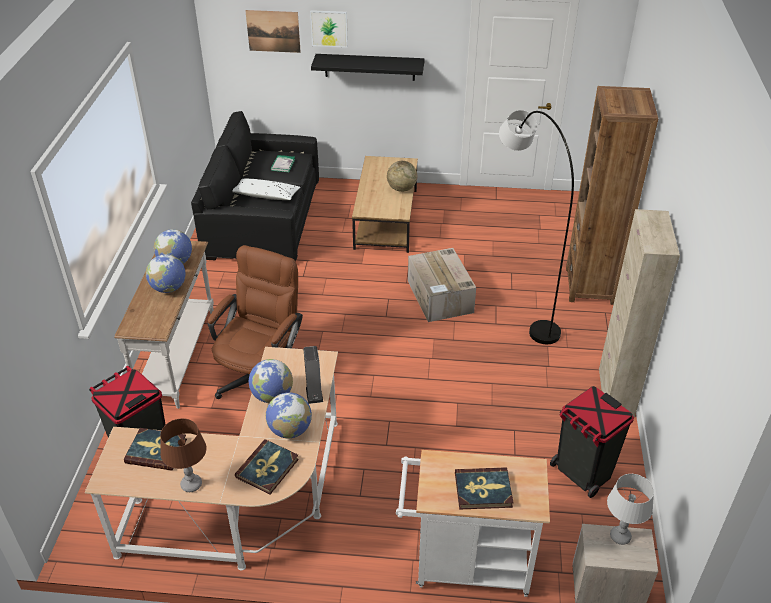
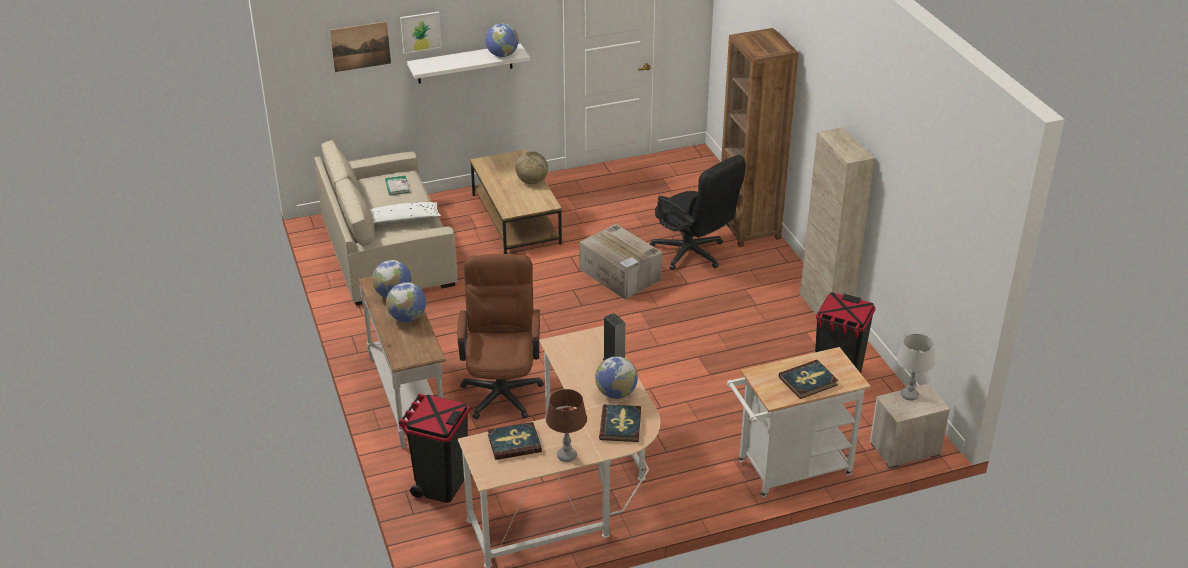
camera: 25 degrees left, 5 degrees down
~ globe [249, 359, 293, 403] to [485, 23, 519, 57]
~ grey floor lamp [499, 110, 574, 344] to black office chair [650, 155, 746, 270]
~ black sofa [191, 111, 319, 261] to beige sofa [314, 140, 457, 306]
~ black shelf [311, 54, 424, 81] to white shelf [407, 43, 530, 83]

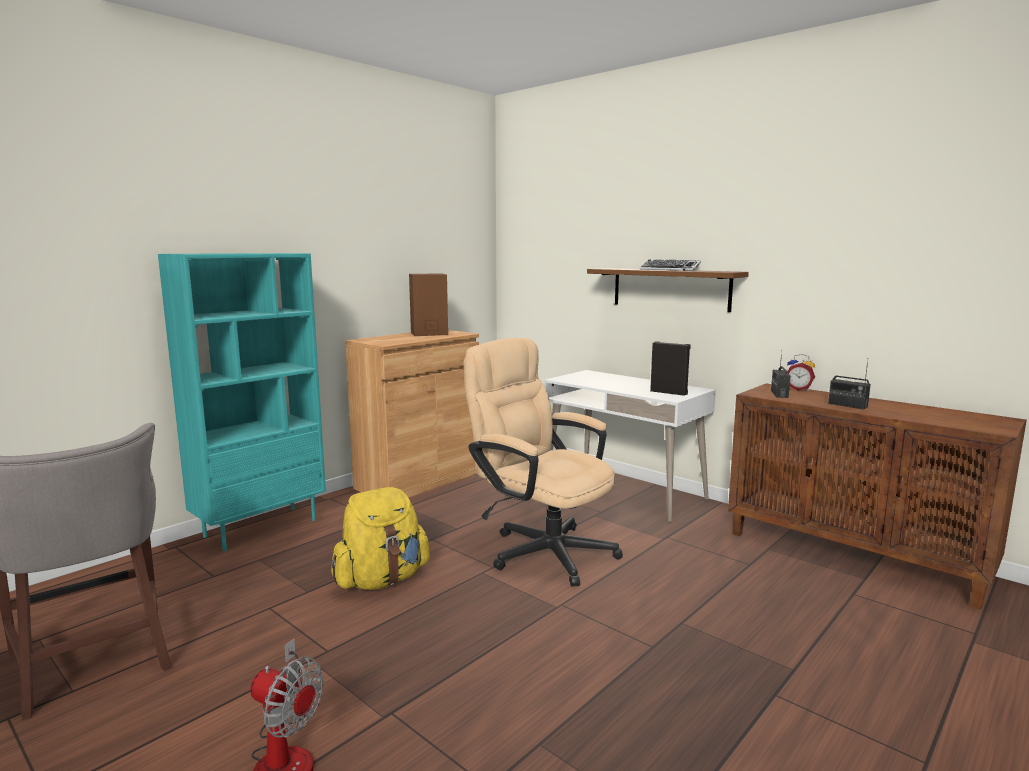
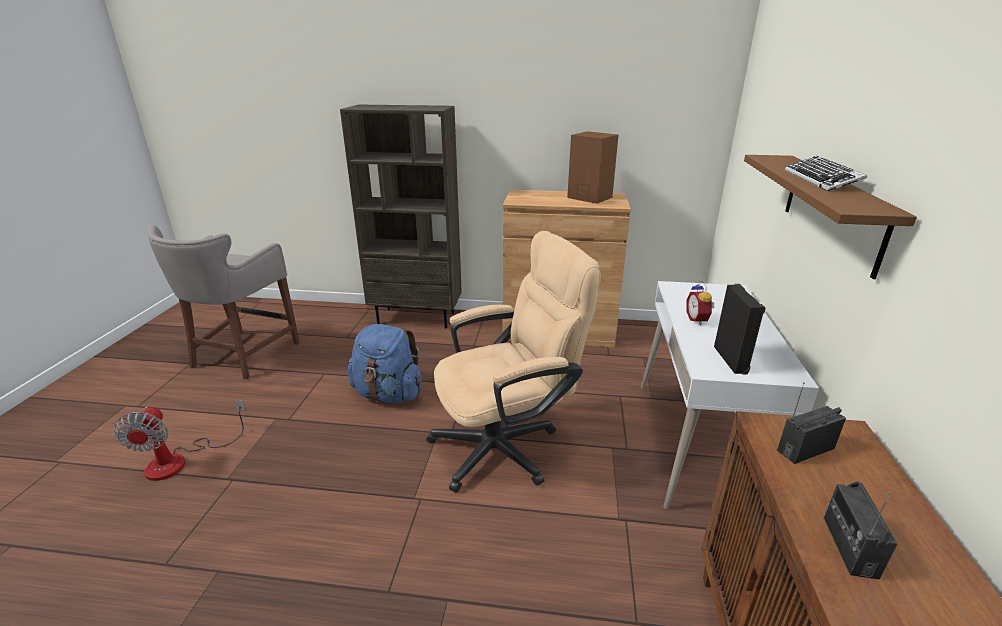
camera: 55 degrees right, 15 degrees up
~ alarm clock [787, 354, 815, 391] to [686, 281, 715, 325]
~ turquoise bookcase [158, 253, 326, 551] to brown bookcase [340, 105, 462, 329]
~ yellow backpack [331, 487, 430, 590] to blue backpack [348, 324, 422, 403]
~ beige office chair [464, 338, 623, 586] = [426, 231, 601, 492] 60 degrees clockwise

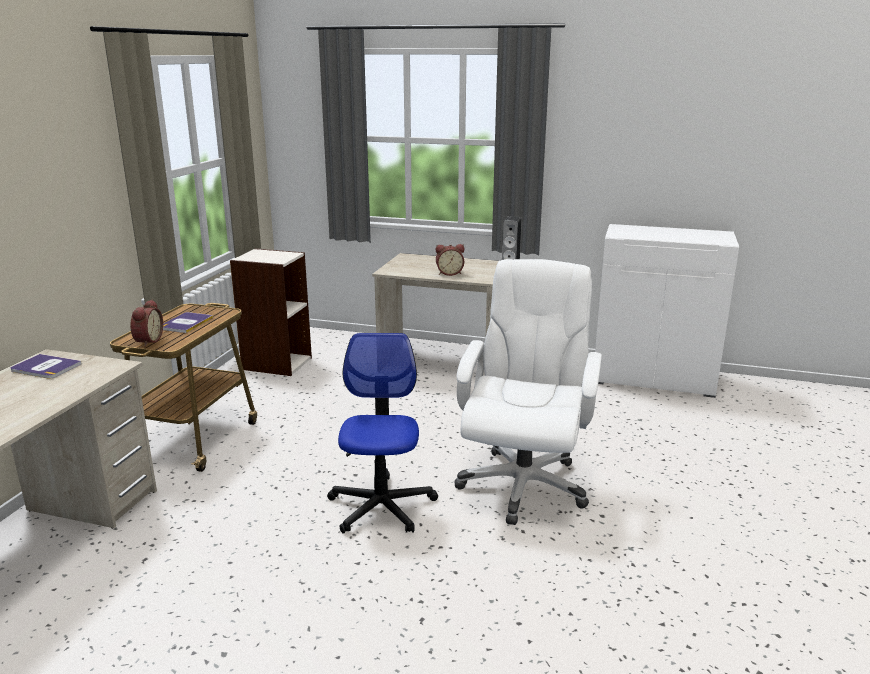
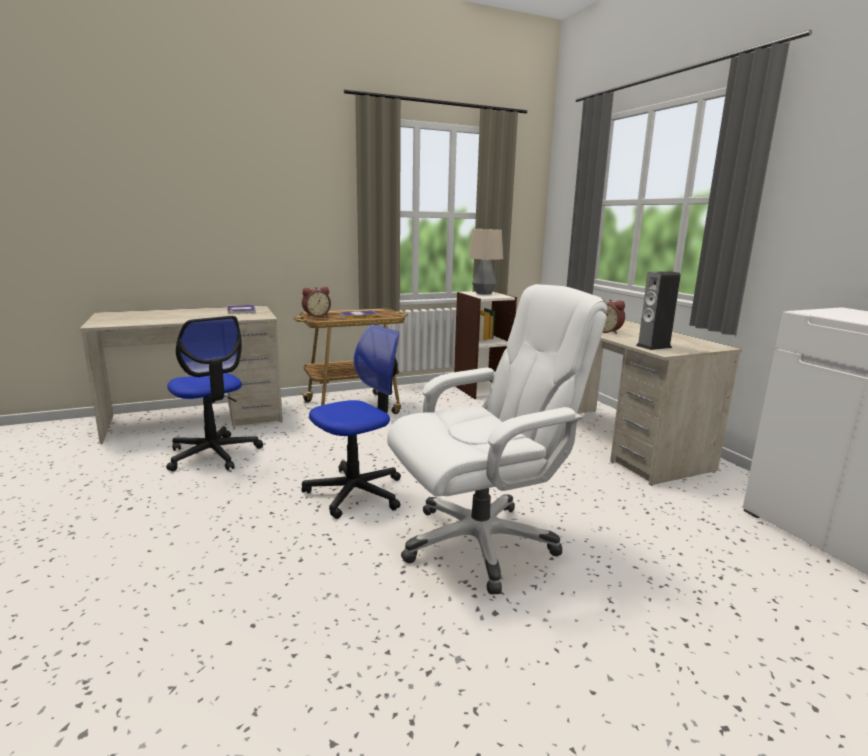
camera: 50 degrees right, 5 degrees down
+ office chair [166, 316, 263, 471]
+ table lamp [468, 229, 503, 295]

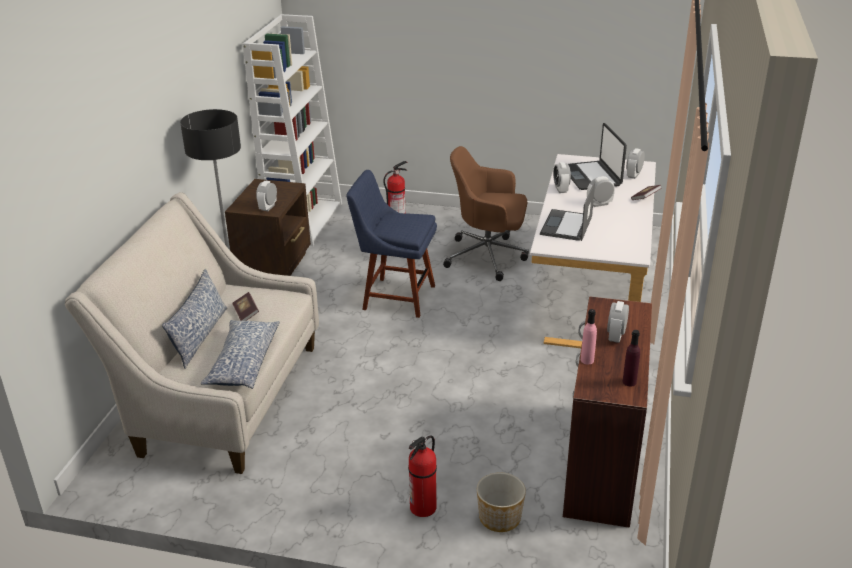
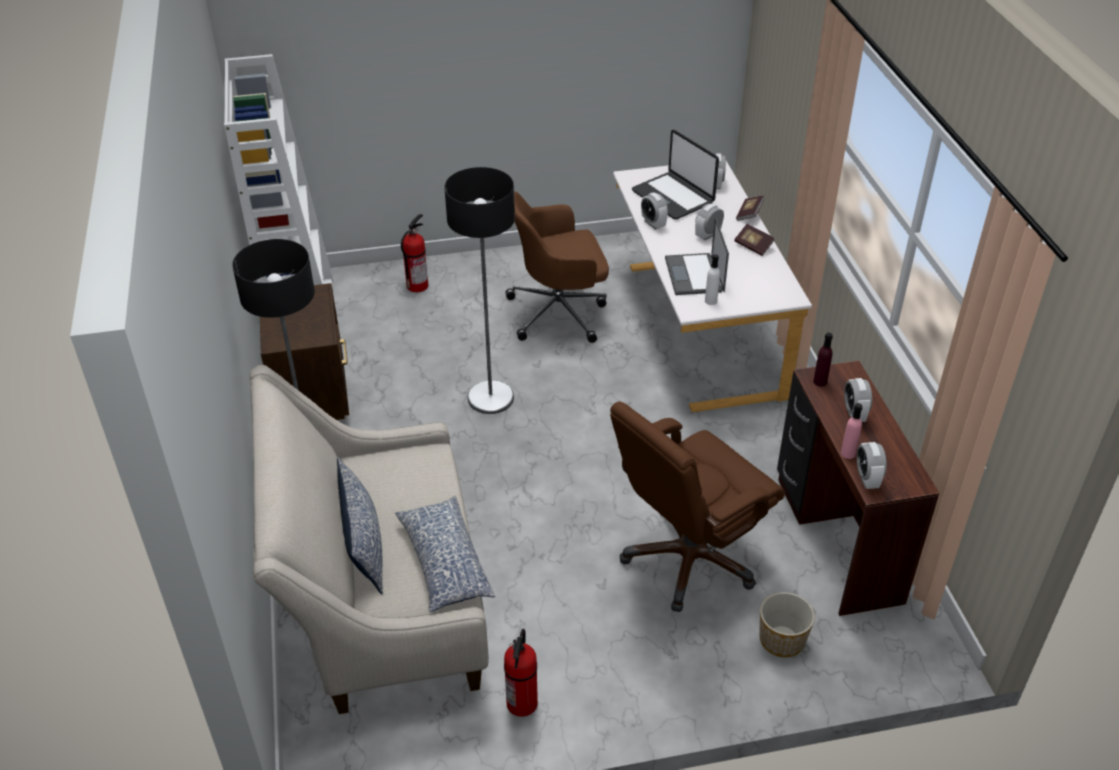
camera: 25 degrees left, 10 degrees up
+ brown office chair [610, 402, 785, 612]
+ white bottle [705, 254, 720, 305]
~ book [232, 292, 259, 321] to [734, 224, 774, 256]
~ alarm clock [256, 181, 277, 211] to [857, 442, 887, 489]
~ fire extinguisher [408, 435, 437, 517] to [504, 629, 538, 717]
~ purple bottle [622, 330, 640, 386] to [813, 333, 833, 387]
~ blue chair [346, 170, 437, 318] to floor lamp [445, 167, 515, 414]

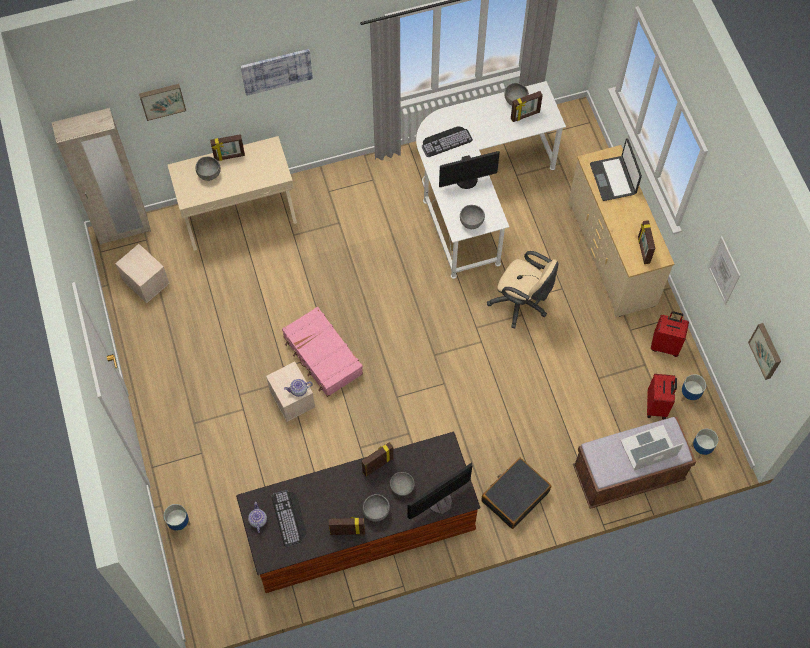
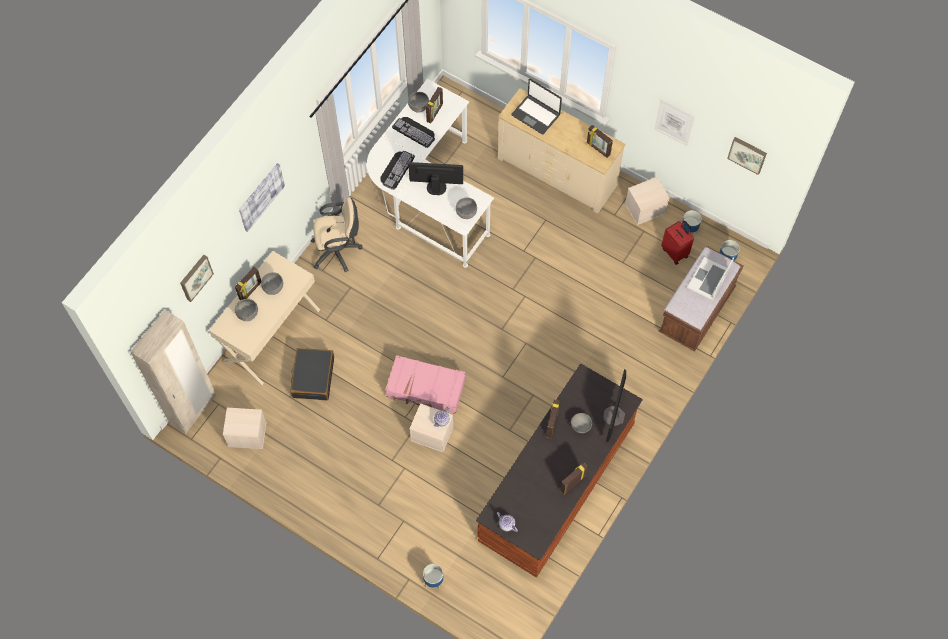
camera: 40 degrees left, 0 degrees up
~ keyboard [271, 490, 307, 547] to [392, 117, 435, 148]
~ grey bowl [363, 494, 390, 522] to [261, 272, 283, 295]
~ black suitcase [481, 458, 551, 529] to [290, 348, 334, 400]
~ beige office chair [487, 251, 558, 328] to [311, 198, 363, 272]
~ red suitcase [651, 311, 689, 357] to beige storage box [625, 177, 670, 225]
~ monitor [439, 151, 500, 189] = [408, 162, 463, 195] 120 degrees counterclockwise

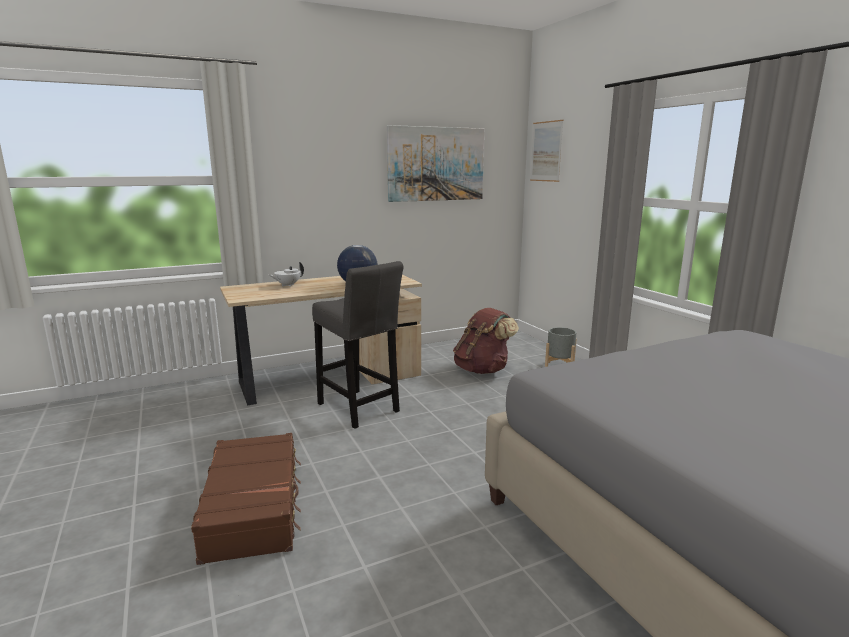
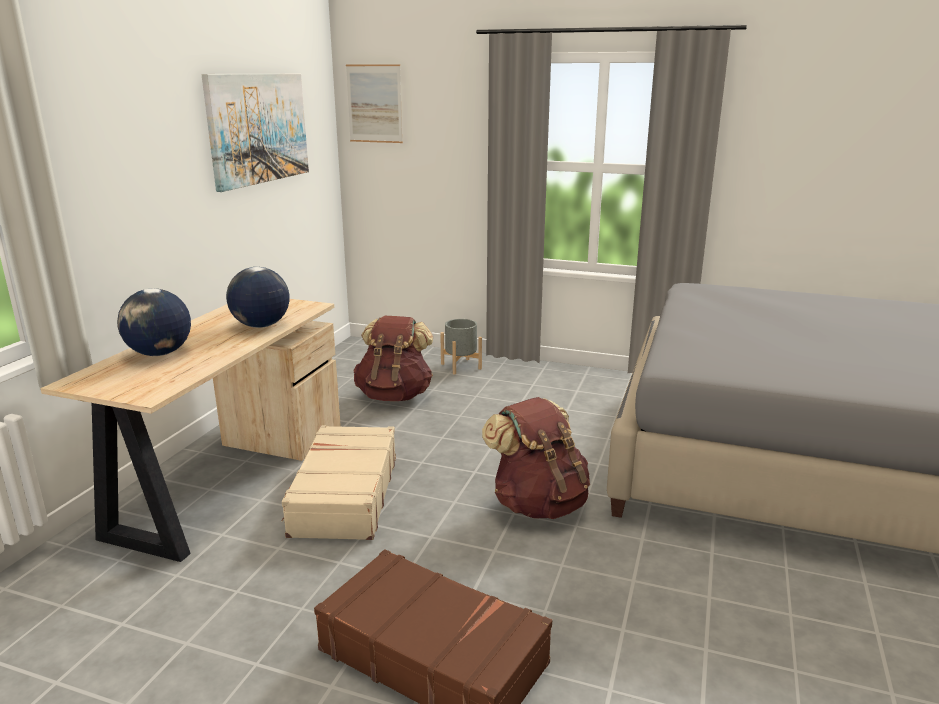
camera: 45 degrees left, 5 degrees up
+ brown backpack [482, 397, 590, 519]
~ white teapot [269, 262, 304, 286] to globe [117, 289, 191, 356]
~ grey stool [312, 261, 404, 429] to beige suitcase [281, 425, 396, 540]

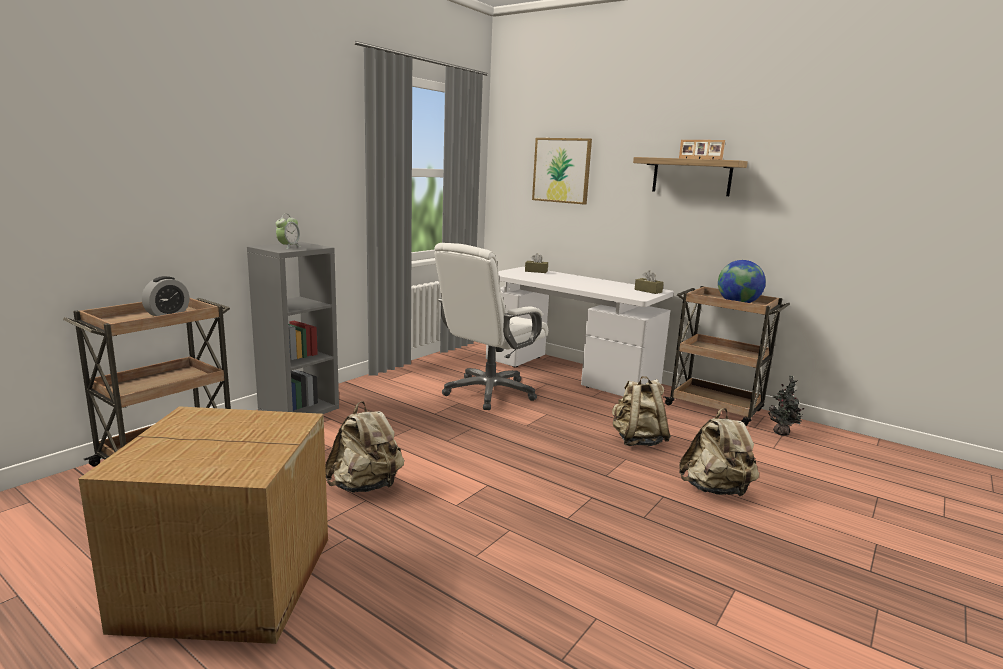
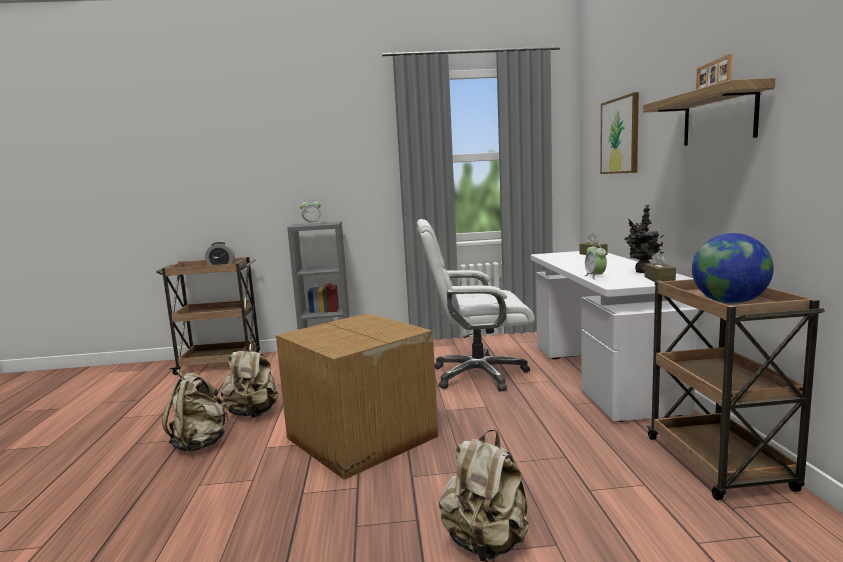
camera: 50 degrees right, 5 degrees down
+ alarm clock [584, 243, 607, 280]
~ cardboard box [78, 406, 328, 644] to [276, 313, 438, 480]
~ beige backpack [612, 376, 671, 446] to [162, 369, 229, 451]
~ potted plant [768, 375, 804, 436] to [624, 205, 665, 273]

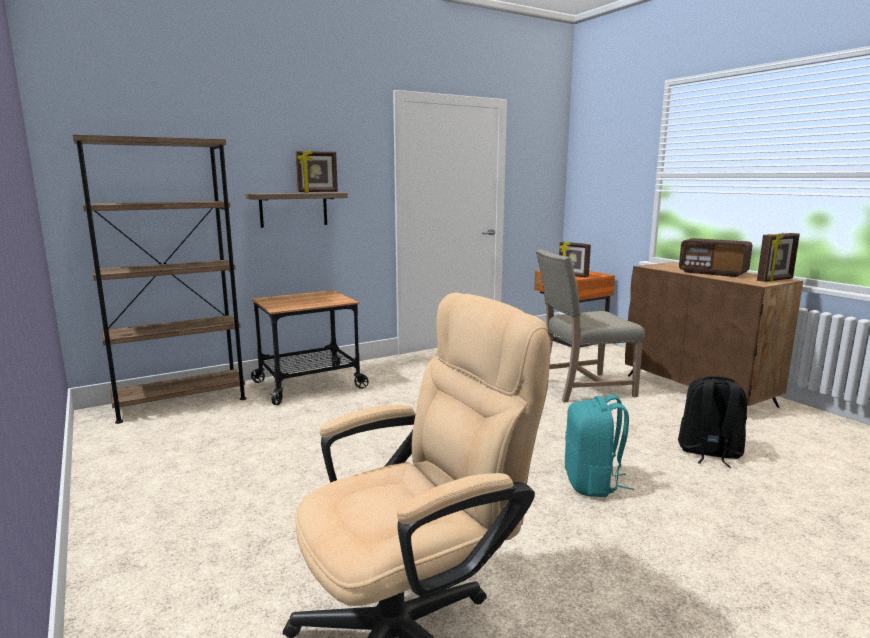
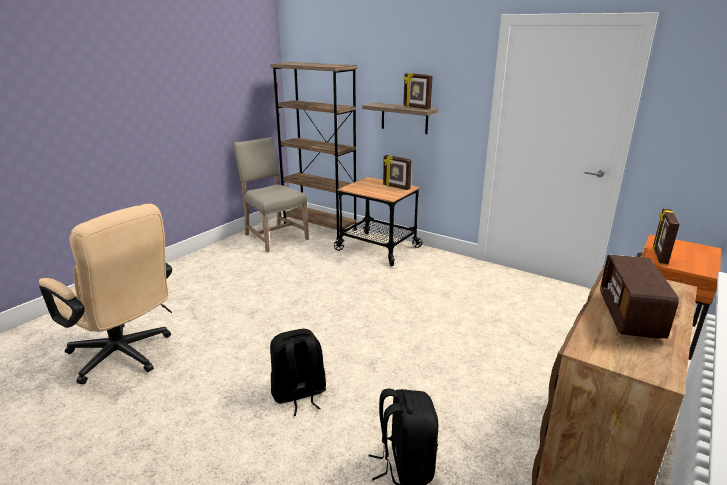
camera: 65 degrees right, 10 degrees up
~ beige chair [536, 249, 645, 402] to [232, 137, 309, 252]
~ picture frame [757, 233, 800, 282] to [383, 155, 412, 190]
~ turquoise backpack [565, 395, 634, 497] to black backpack [270, 329, 326, 416]

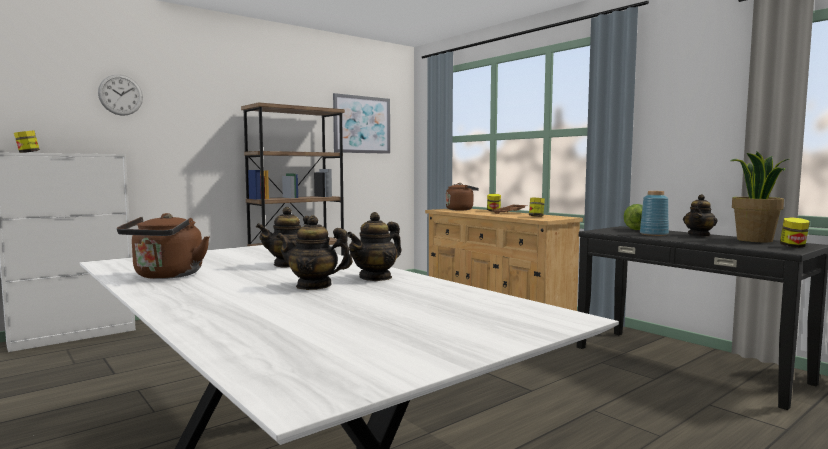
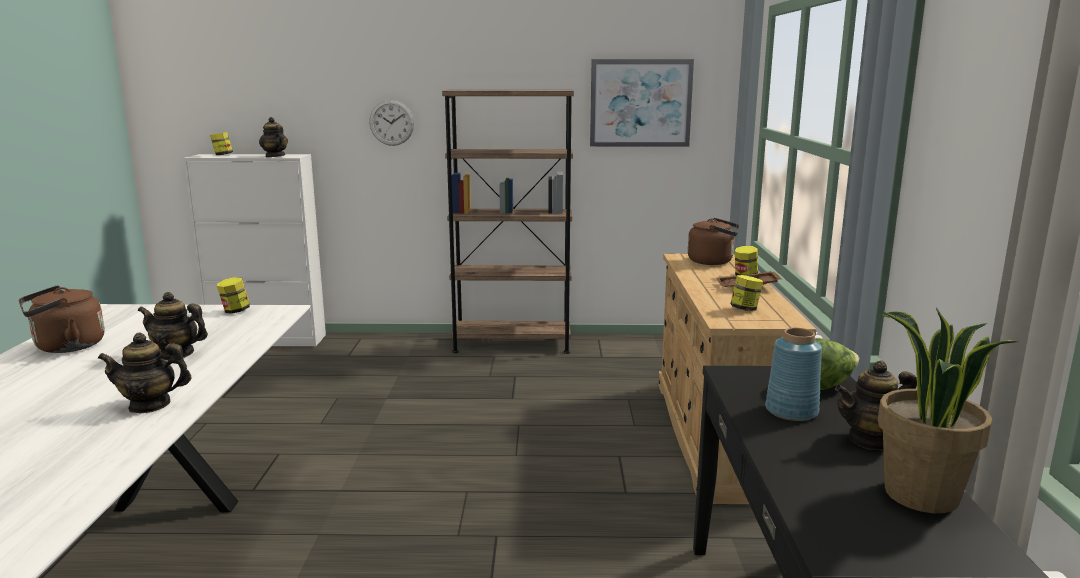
camera: 40 degrees right, 10 degrees up
~ wall clock [98, 74, 143, 116] to [369, 100, 414, 146]
~ teapot [277, 215, 353, 290] to [259, 117, 288, 157]
~ jar [780, 217, 810, 248] to [217, 277, 250, 314]

